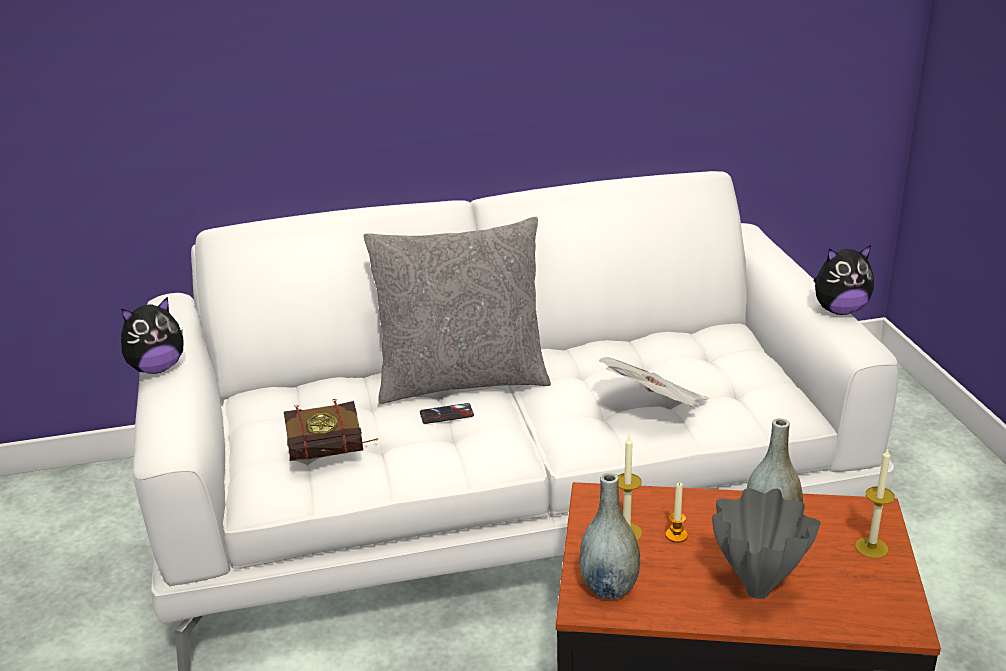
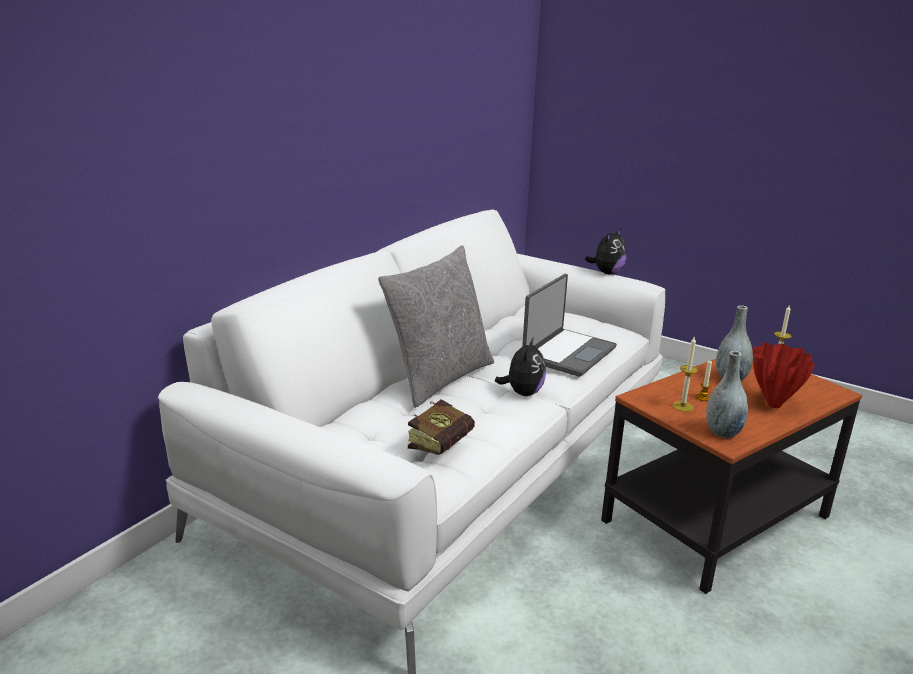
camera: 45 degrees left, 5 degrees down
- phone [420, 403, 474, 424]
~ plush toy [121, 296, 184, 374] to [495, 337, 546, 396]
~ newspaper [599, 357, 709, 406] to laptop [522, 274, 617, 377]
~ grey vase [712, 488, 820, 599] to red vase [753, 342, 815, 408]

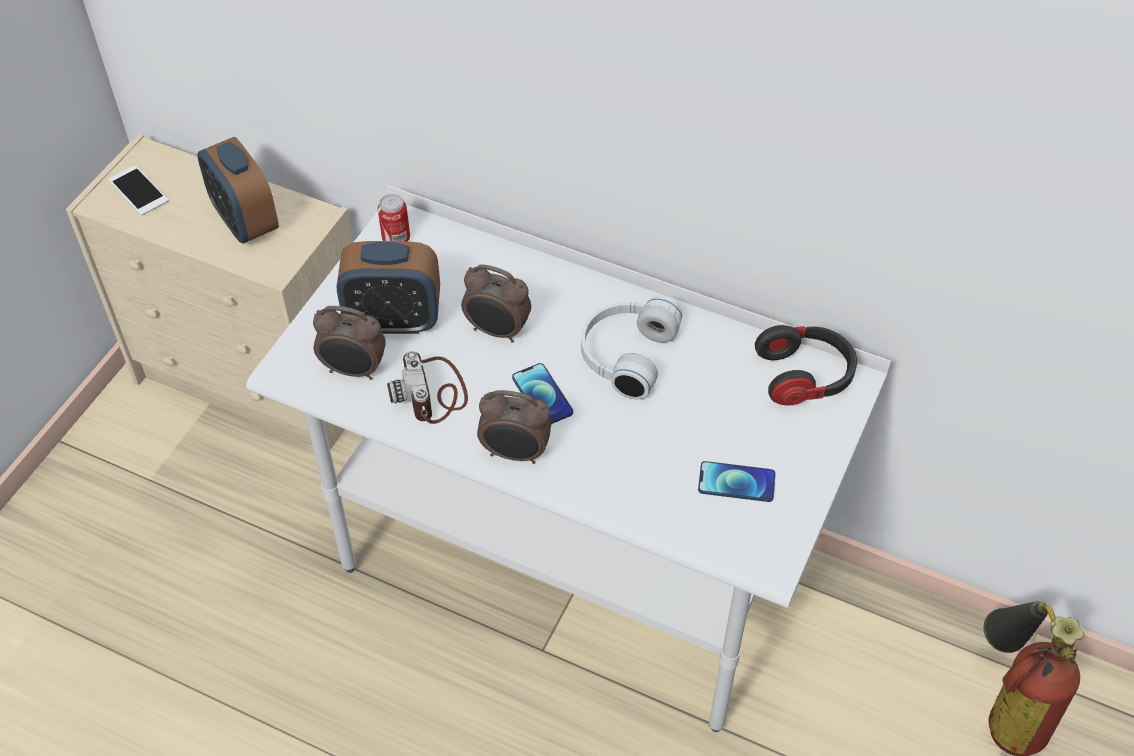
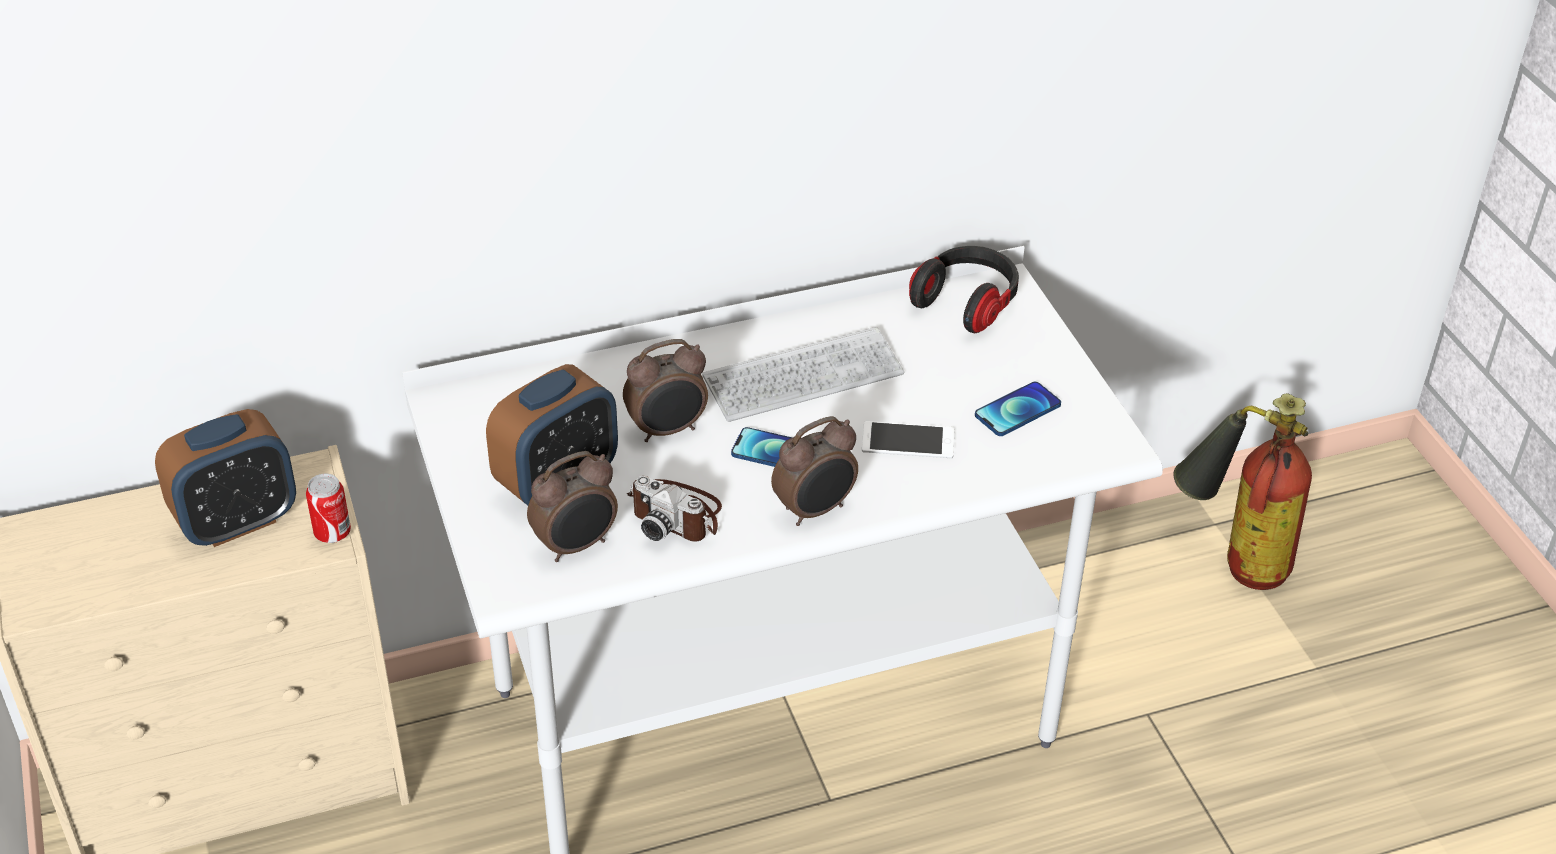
camera: 45 degrees left, 10 degrees down
~ phone [108, 166, 169, 216] to [862, 421, 954, 459]
~ can [378, 194, 410, 241] to [306, 474, 351, 543]
~ white headphones [581, 297, 682, 399] to keyboard [702, 327, 904, 422]
~ alarm clock [197, 137, 279, 243] = [155, 409, 296, 547] 45 degrees counterclockwise

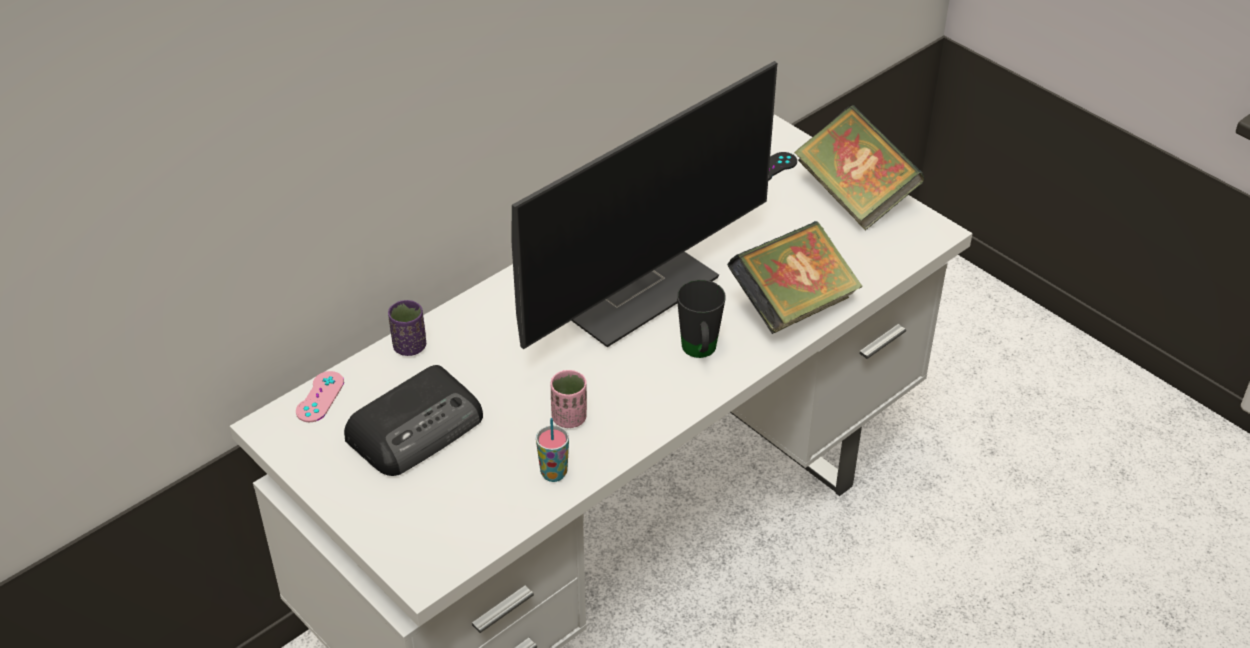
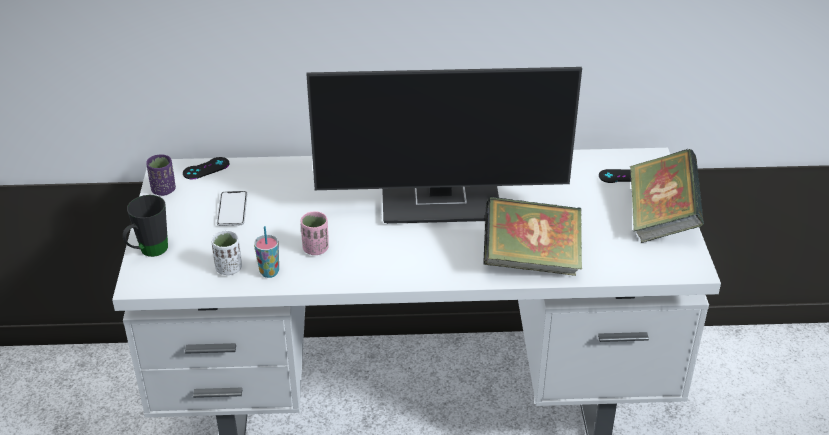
camera: 40 degrees right, 5 degrees down
+ white cup [211, 230, 242, 275]
~ purple cup [388, 300, 426, 356] to [146, 154, 176, 196]
~ black mug [677, 280, 726, 358] to [123, 195, 168, 257]
~ radio [344, 365, 483, 476] to phone [217, 191, 247, 226]
~ pink game controller [296, 371, 344, 422] to black game controller [183, 157, 229, 179]

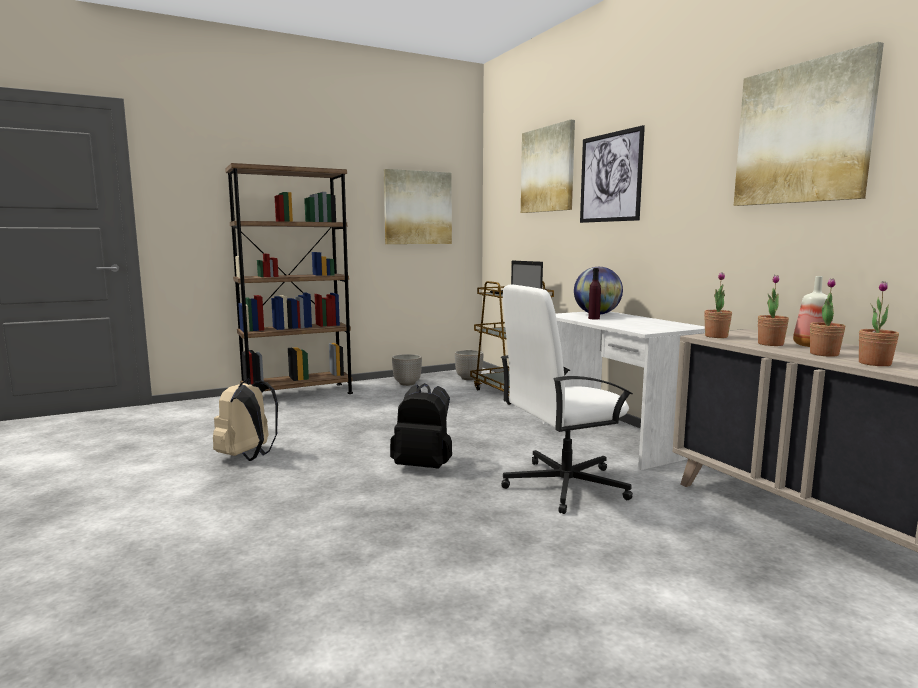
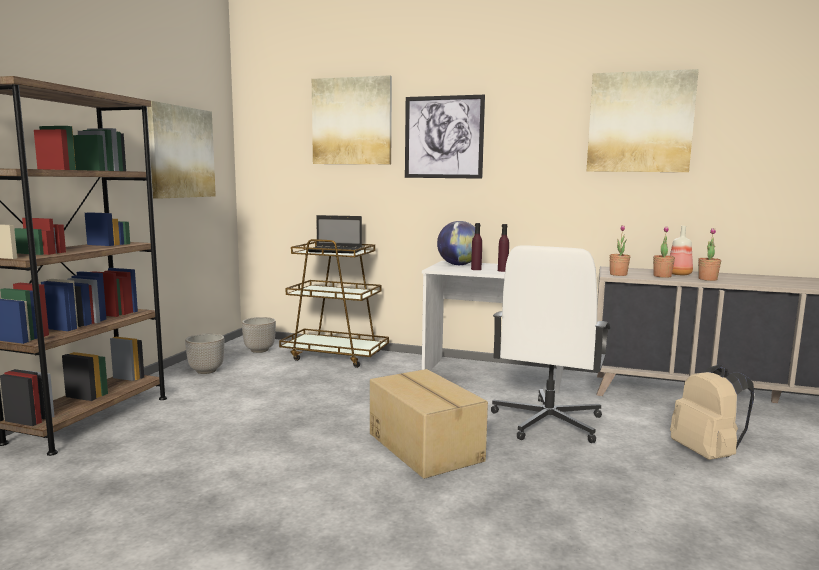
camera: 45 degrees left, 0 degrees up
- potted plant [859, 281, 899, 366]
+ purple bottle [498, 224, 509, 272]
~ beige backpack [213, 379, 278, 461] to [670, 365, 755, 460]
~ black backpack [390, 383, 452, 469] to cardboard box [370, 369, 488, 479]

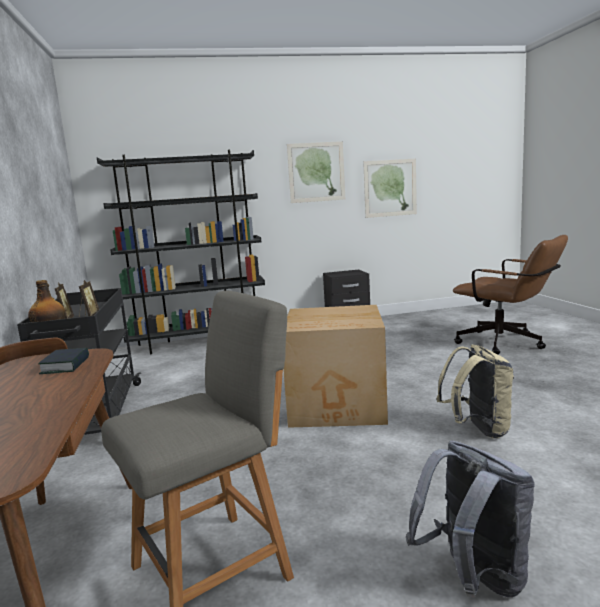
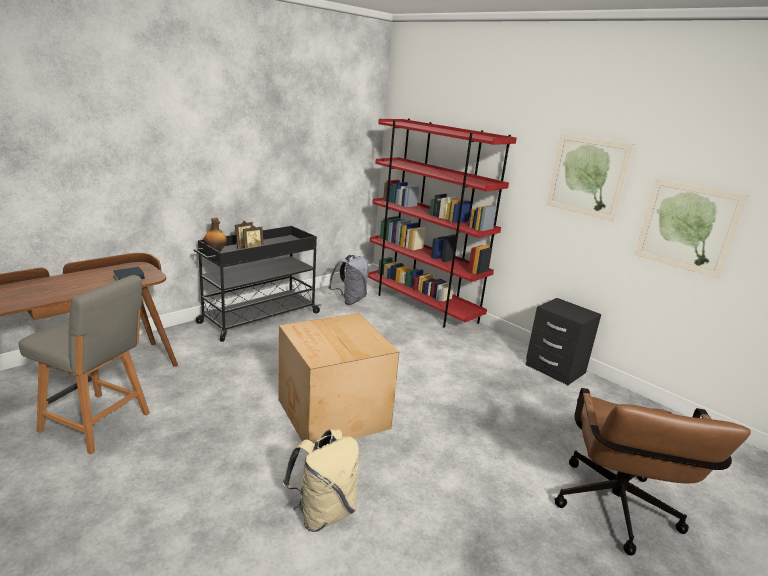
camera: 55 degrees right, 10 degrees up
~ grey backpack [406, 440, 535, 598] to [328, 255, 369, 305]
~ black bookcase [97, 150, 265, 354] to red bookcase [368, 119, 517, 328]

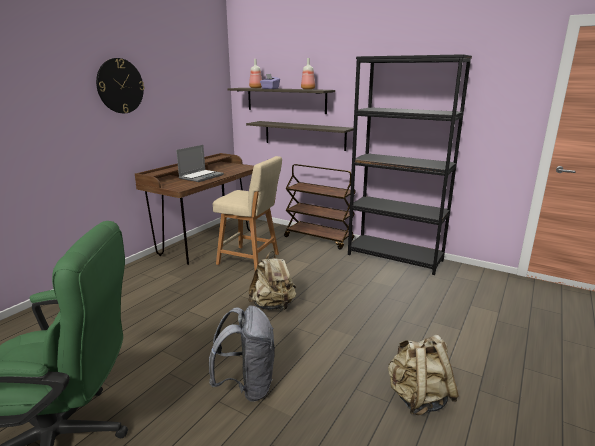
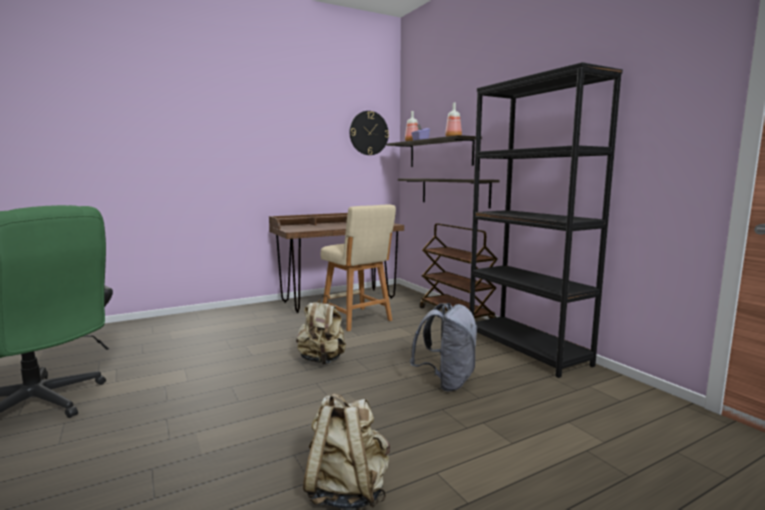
camera: 30 degrees right, 10 degrees down
- laptop [176, 145, 224, 182]
~ wall clock [96, 58, 144, 113] to [349, 111, 389, 155]
~ grey backpack [209, 306, 275, 402] to [410, 303, 478, 391]

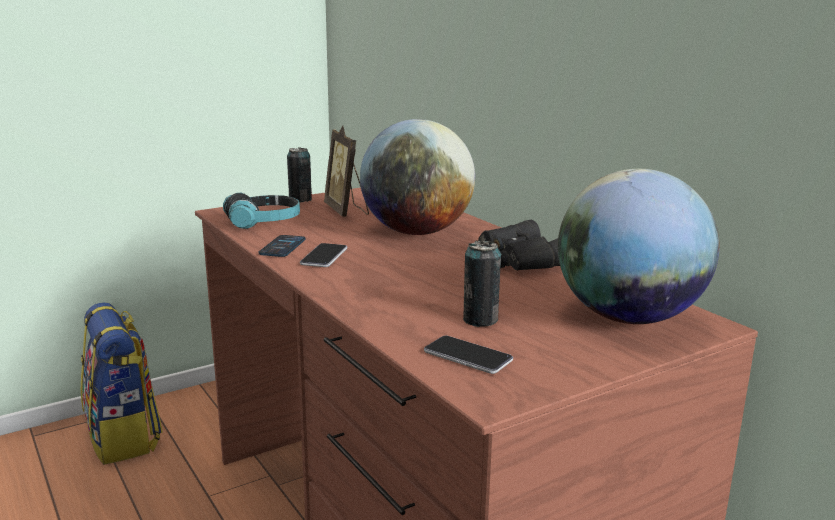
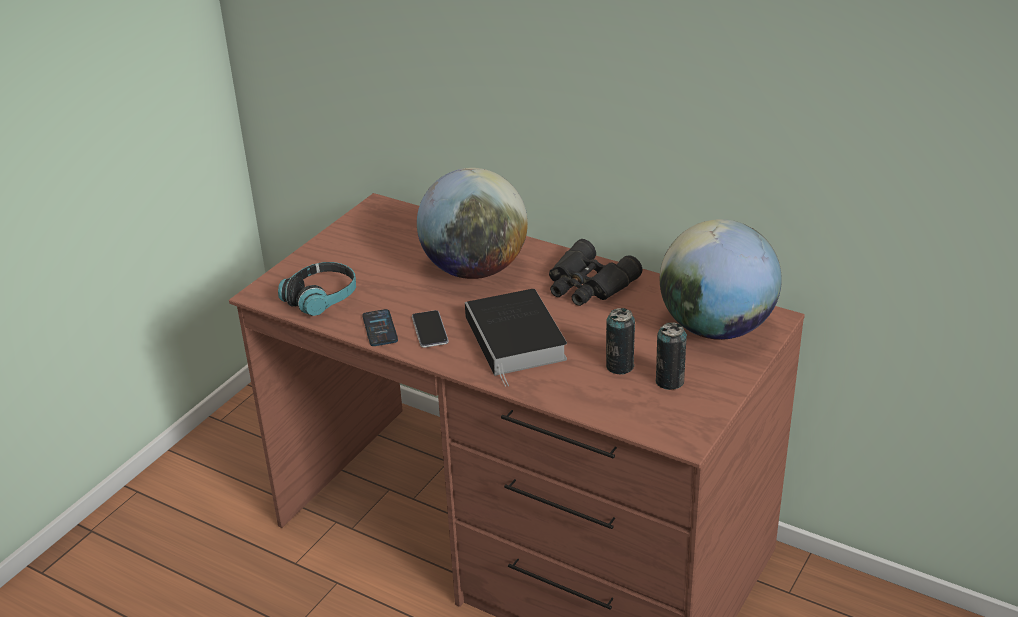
camera: 25 degrees left, 15 degrees up
- backpack [81, 302, 163, 465]
- picture frame [324, 126, 369, 217]
- phone [424, 336, 513, 374]
+ book [465, 289, 567, 386]
~ can [287, 147, 312, 202] to [656, 323, 687, 390]

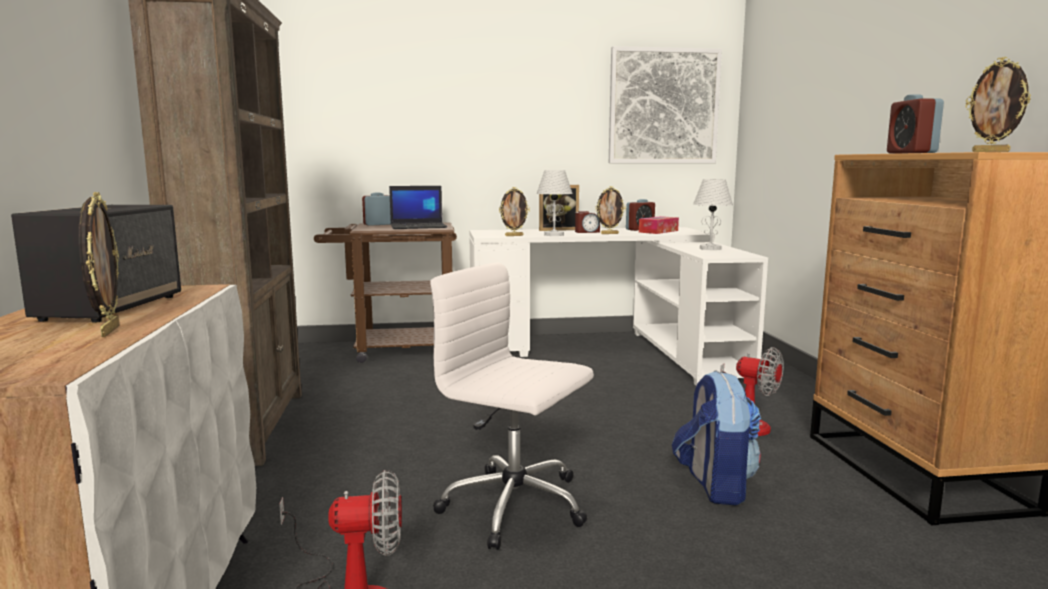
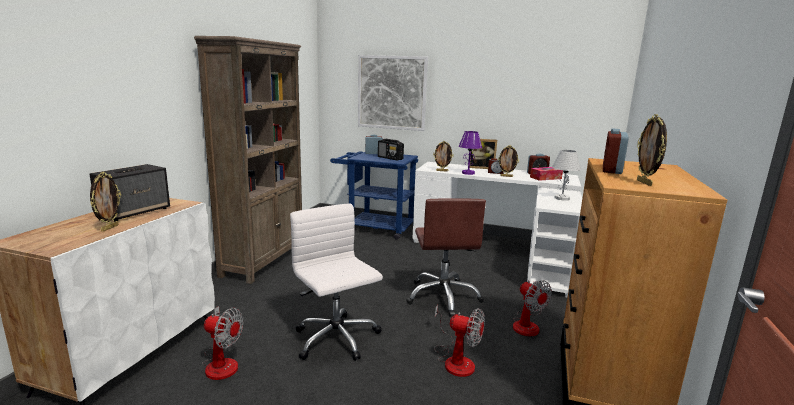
camera: 25 degrees right, 5 degrees up
+ brown office chair [406, 199, 486, 317]
~ picture [609, 46, 722, 163] to [358, 55, 428, 131]
~ laptop [389, 186, 447, 229] to radio [378, 139, 404, 161]
~ backpack [672, 370, 761, 505] to fan [434, 305, 485, 377]
~ brown cart [314, 223, 457, 363] to blue cart [330, 151, 418, 240]
~ white table lamp [537, 170, 573, 236] to purple table lamp [459, 131, 482, 175]

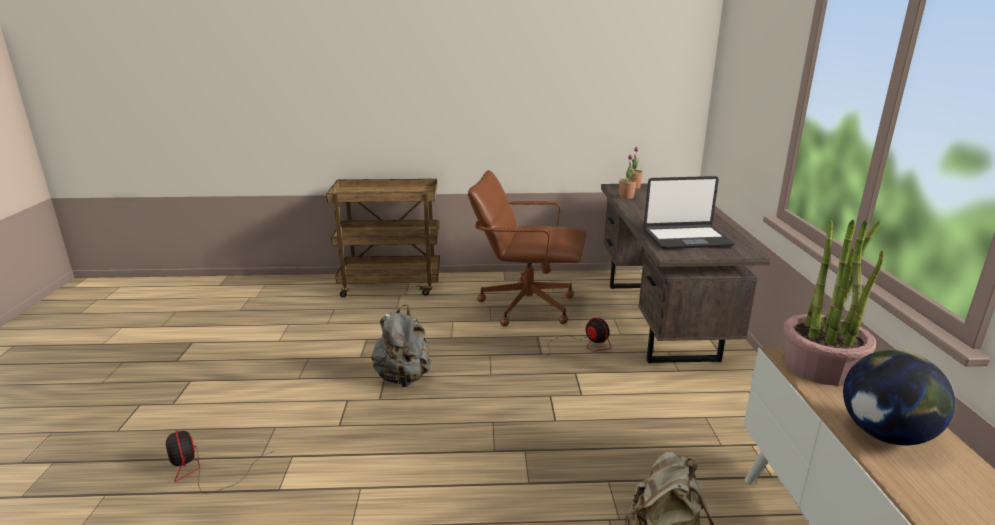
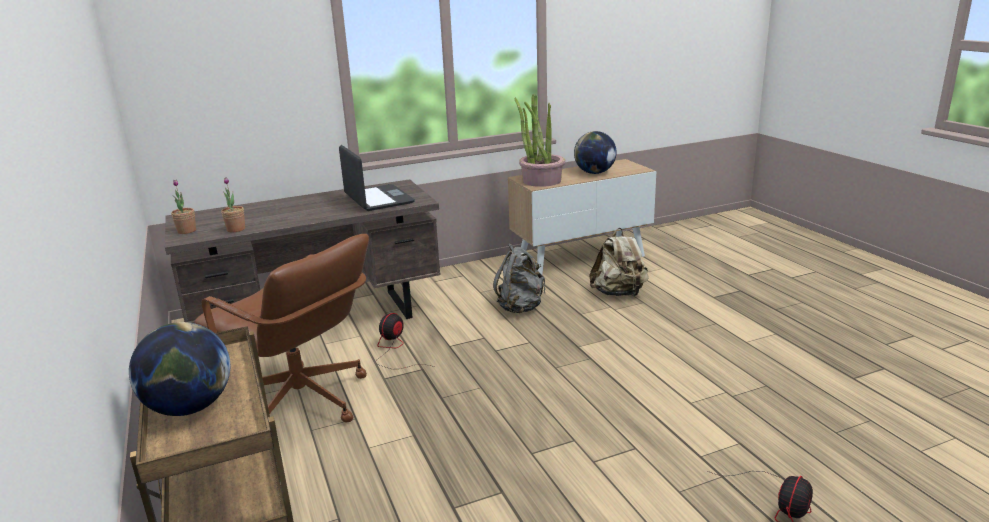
camera: 110 degrees left, 0 degrees up
+ globe [129, 322, 230, 416]
~ grey backpack [371, 305, 431, 387] to [493, 243, 545, 313]
~ brown office chair [468, 170, 586, 327] = [194, 234, 369, 423] 45 degrees counterclockwise

